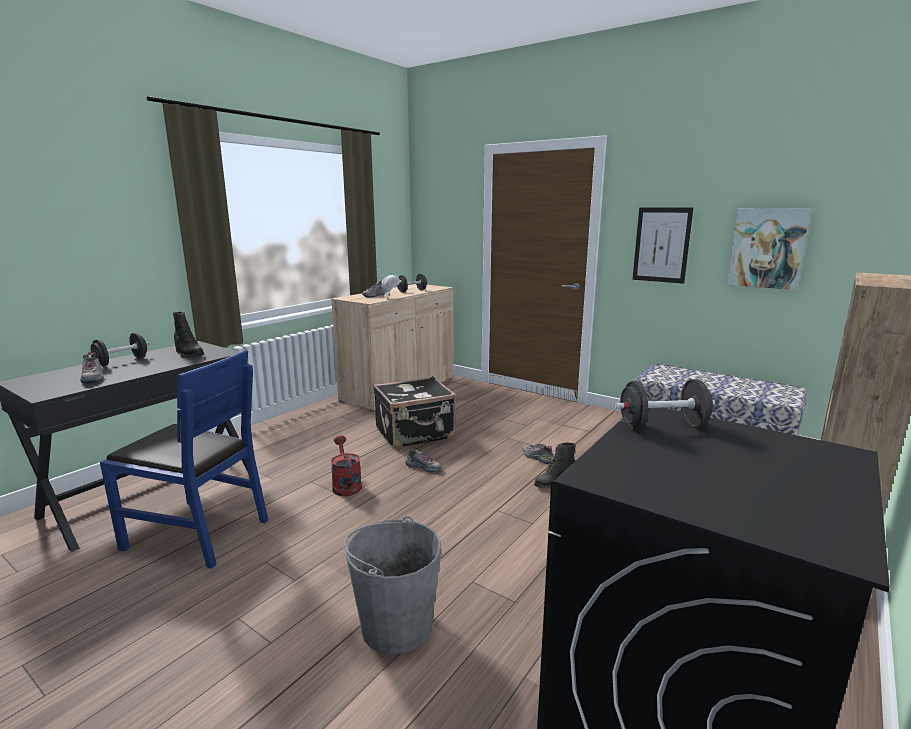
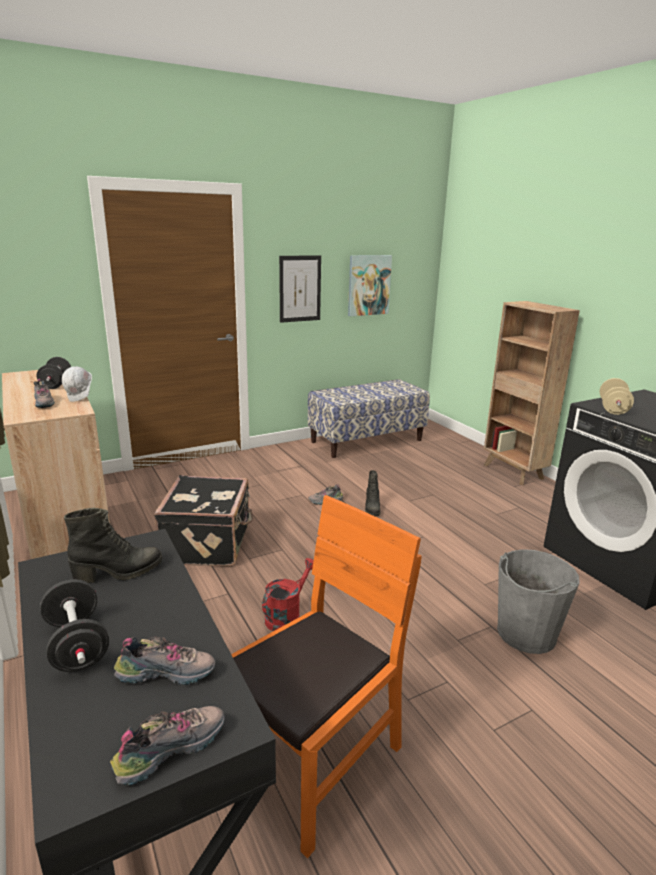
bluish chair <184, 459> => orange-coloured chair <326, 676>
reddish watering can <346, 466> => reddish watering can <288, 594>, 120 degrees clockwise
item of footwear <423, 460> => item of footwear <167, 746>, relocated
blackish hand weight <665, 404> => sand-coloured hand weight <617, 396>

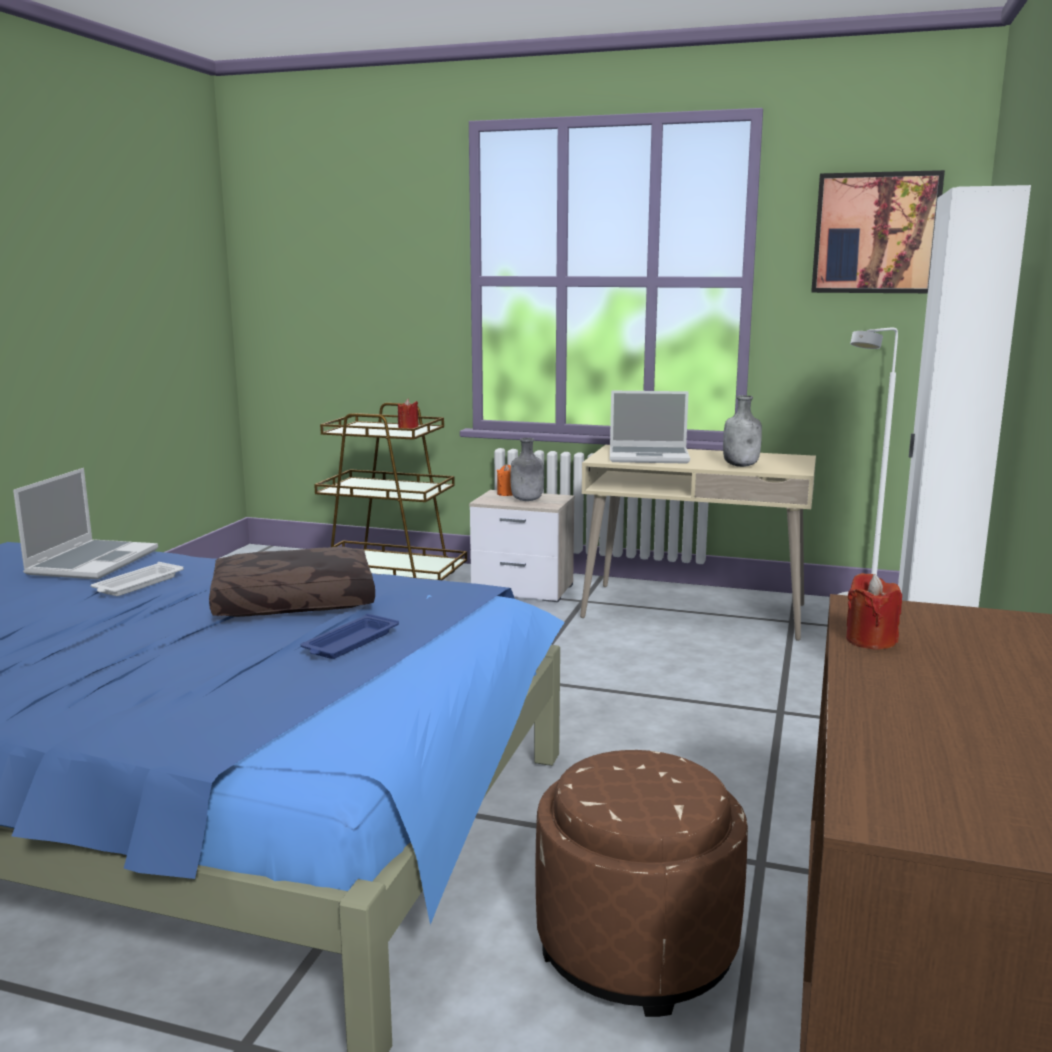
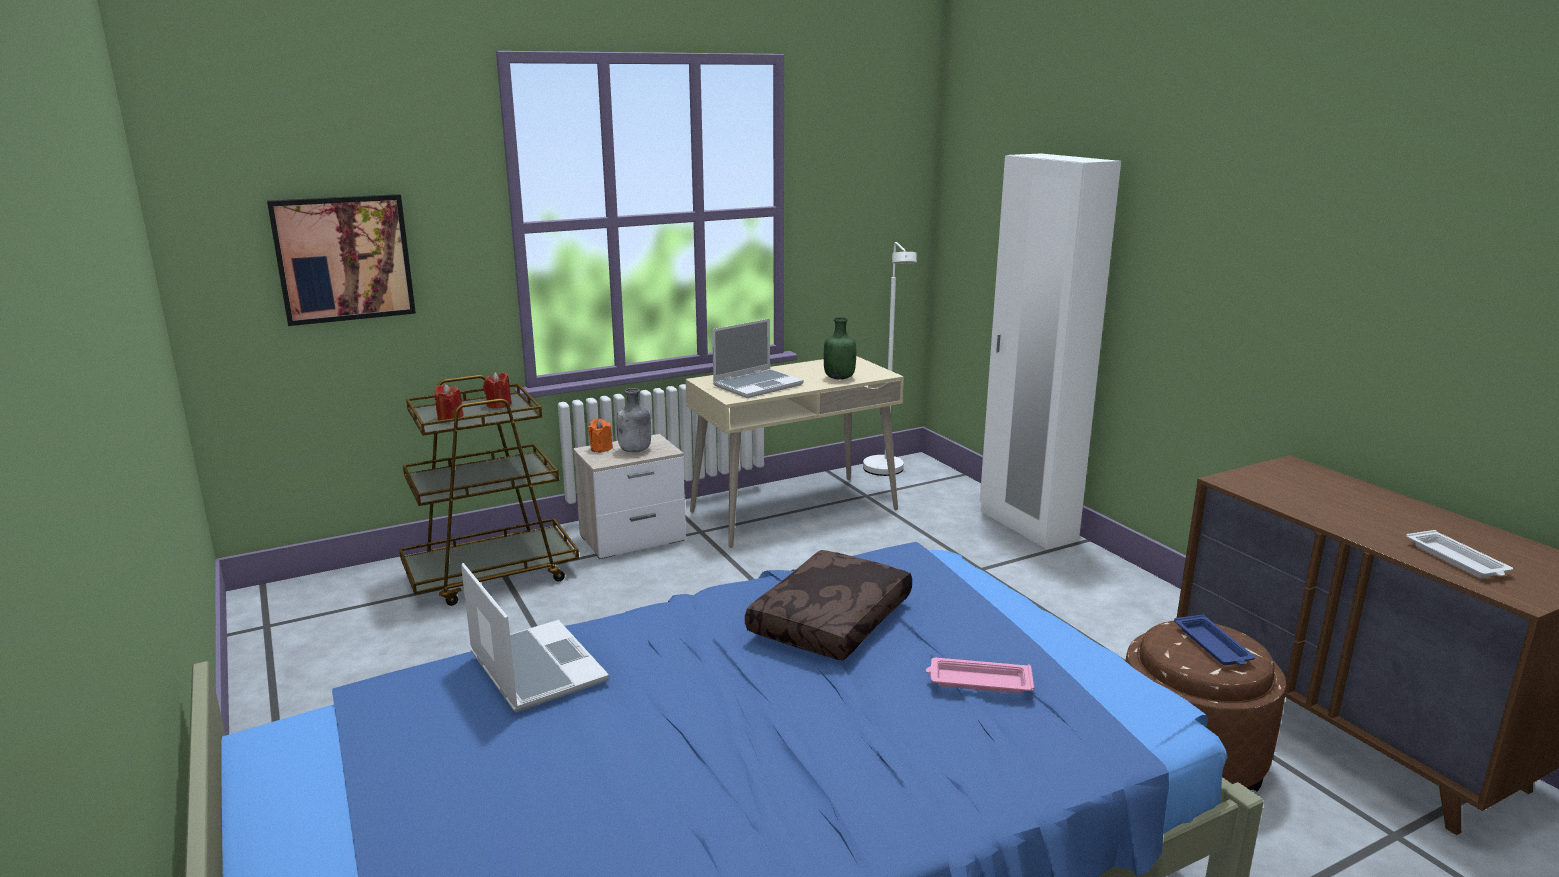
whitish carrying tray <137, 579> => whitish carrying tray <1459, 554>, relocated
bluish carrying tray <350, 636> => bluish carrying tray <1214, 640>, relocated
gray beverage bottle <742, 431> => green-coloured beverage bottle <840, 348>
wall art <878, 231> => wall art <341, 260>, relocated
reddish wax light <874, 611> => reddish wax light <449, 402>, relocated
nothing => pinkish carrying tray <980, 675>

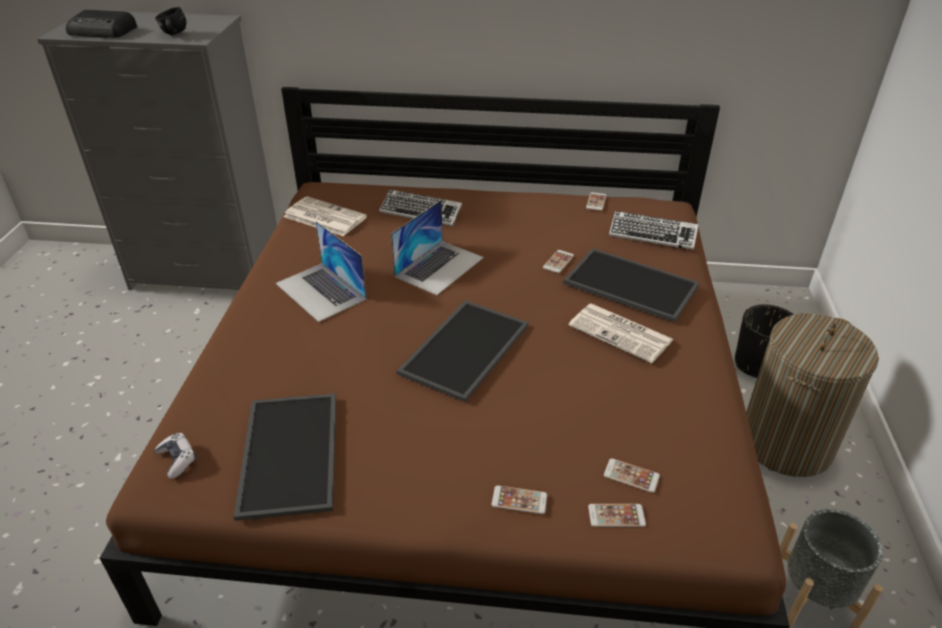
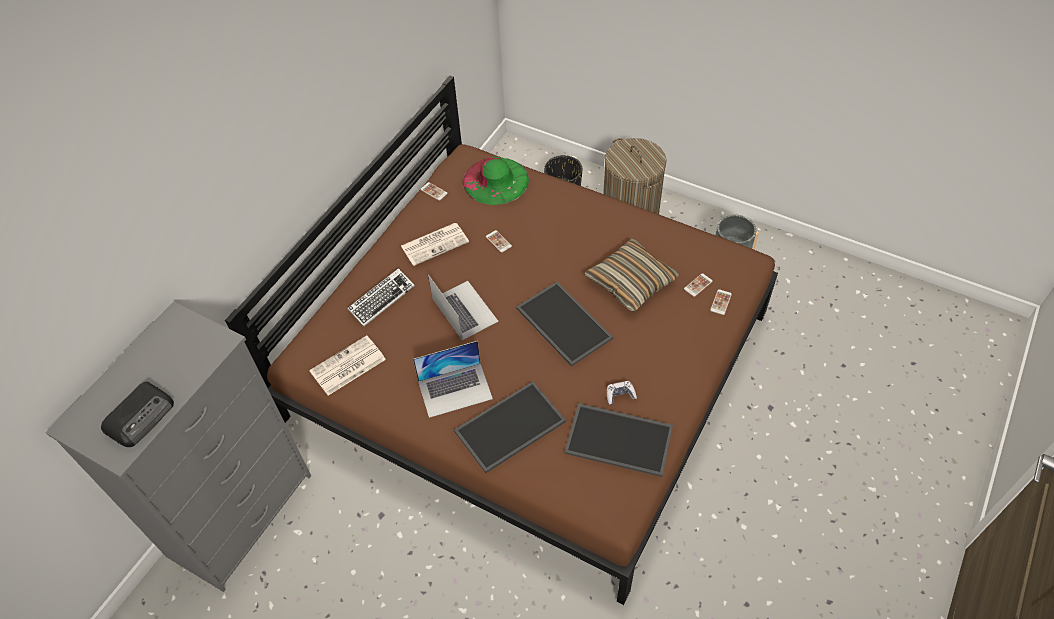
blackish mug <170, 21> => nothing
game controller <175, 456> => game controller <622, 393>, relocated
telephone <519, 499> => nothing
carrying tray <631, 285> => carrying tray <510, 427>, relocated
newspaper <621, 333> => newspaper <435, 244>, relocated
computer keyboard <653, 230> => green-coloured clothing hat <496, 181>
nothing => throw pillow <632, 275>

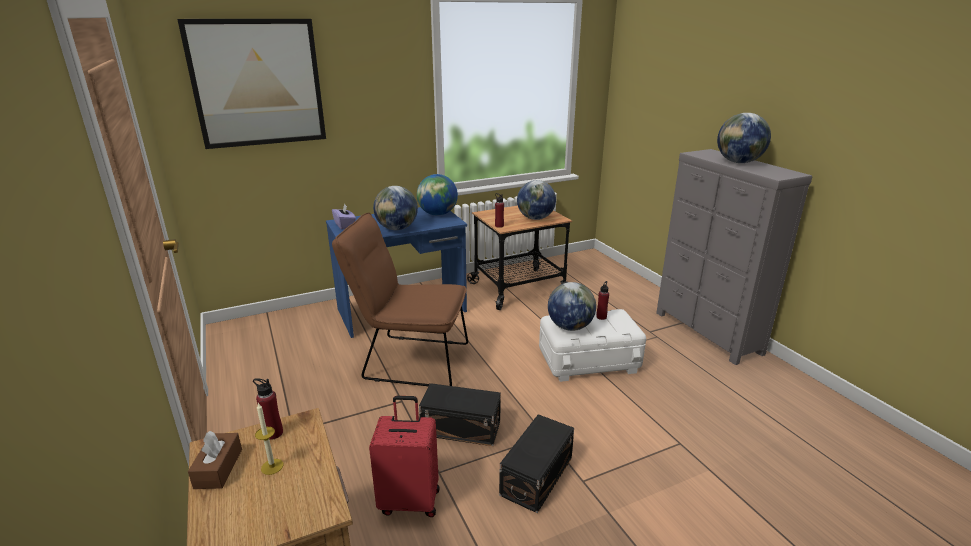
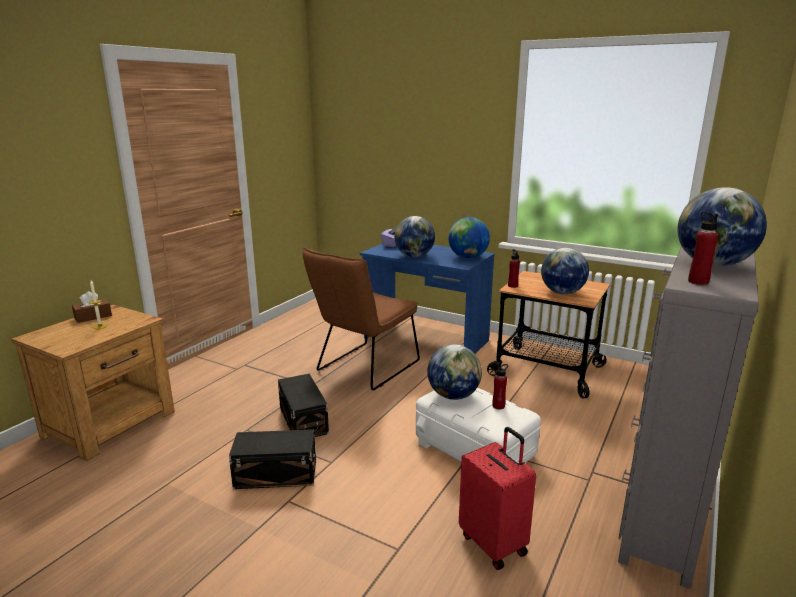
wall art <251, 84> => nothing
reddish beverage bottle <268, 409> => reddish beverage bottle <703, 248>, relocated
brownish chair <400, 299> => brownish chair <361, 318>, 120 degrees counterclockwise
reddish suitcase <404, 456> => reddish suitcase <497, 498>, relocated

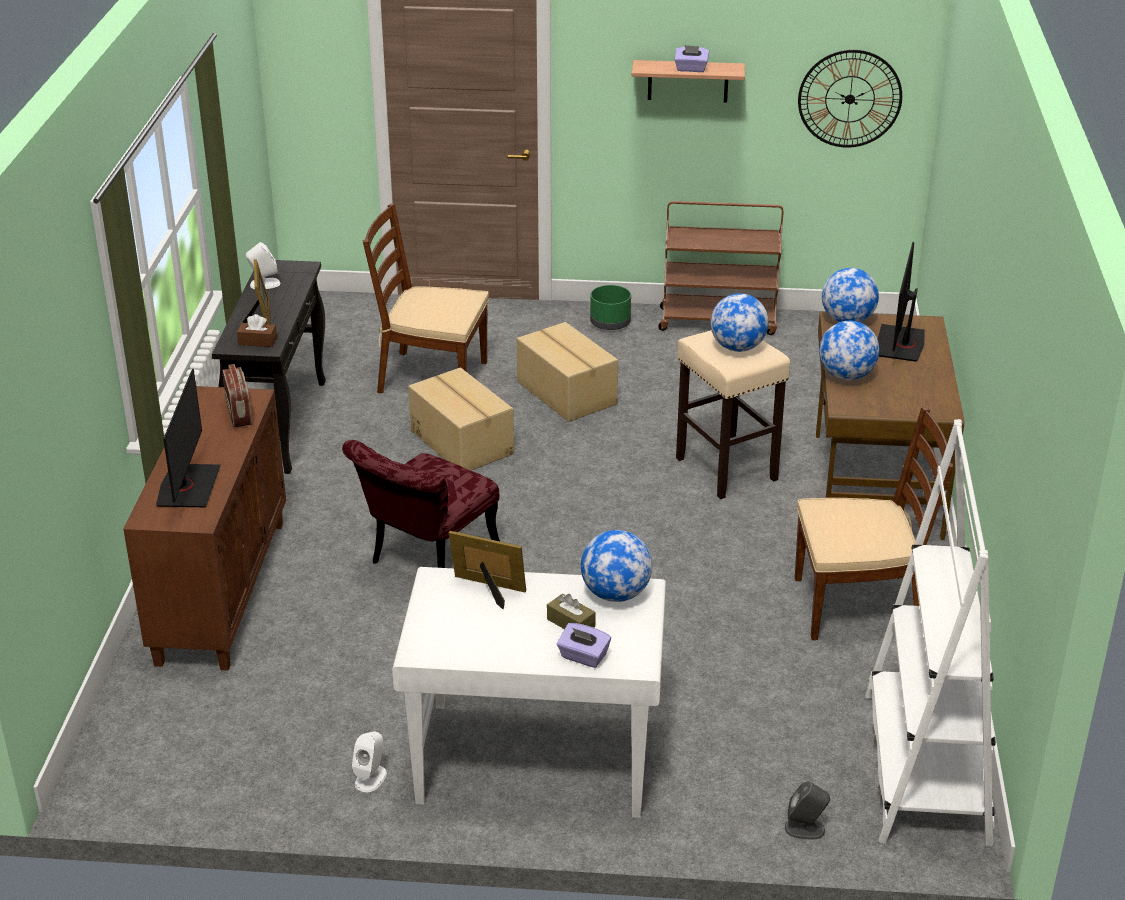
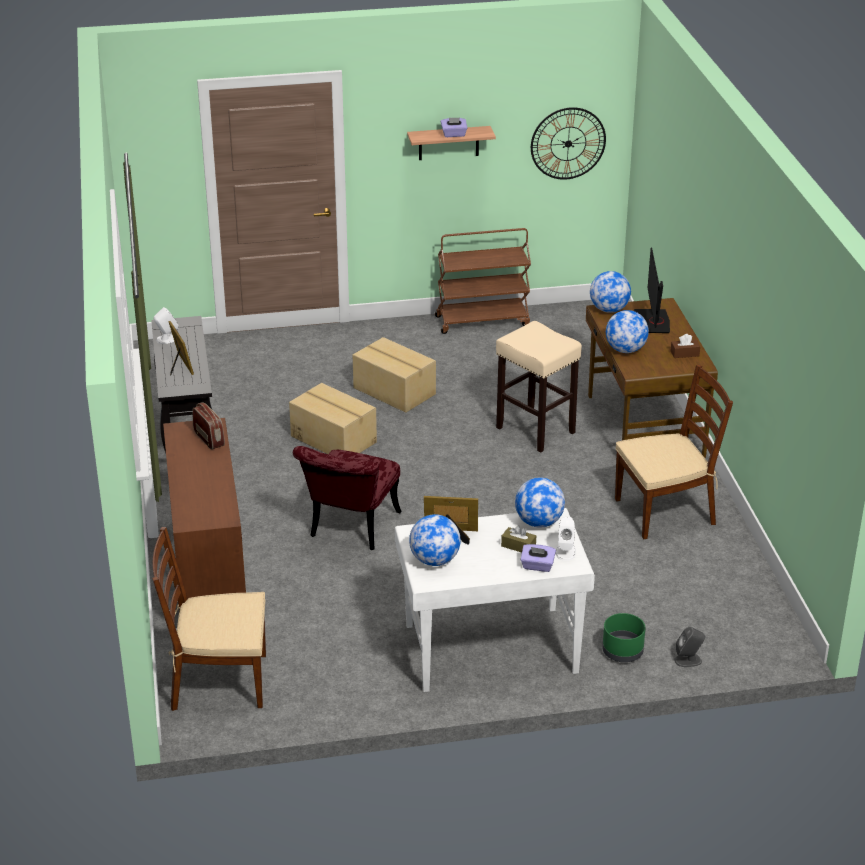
computer display <188, 438> => nothing
brownish tissue holder <257, 330> => brownish tissue holder <685, 346>, relocated
whitish speaker <369, 761> => whitish speaker <566, 538>, relocated
brownish chair <426, 298> => brownish chair <209, 619>, relocated
green-coloured planter <610, 307> => green-coloured planter <624, 637>, relocated
globe <740, 322> => globe <435, 540>, relocated
whitish bookshelf <930, 632> => nothing

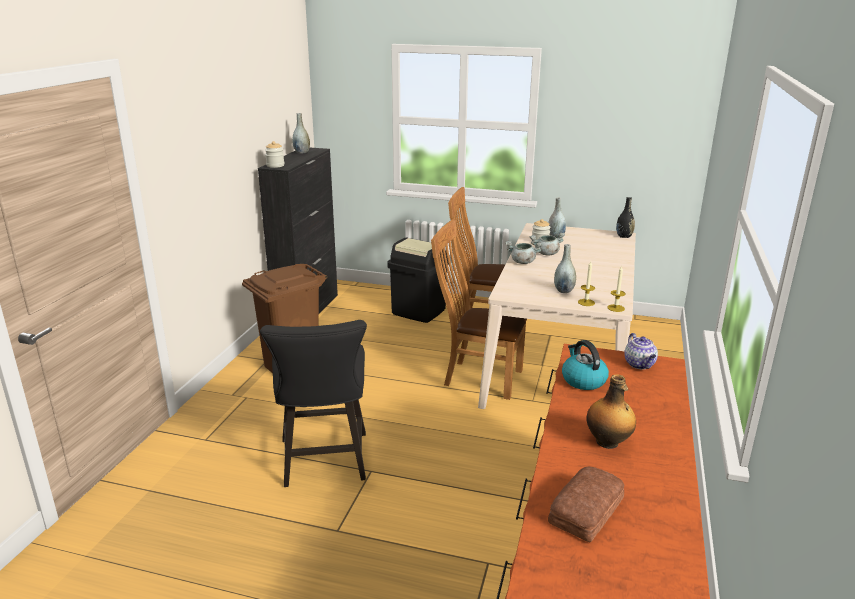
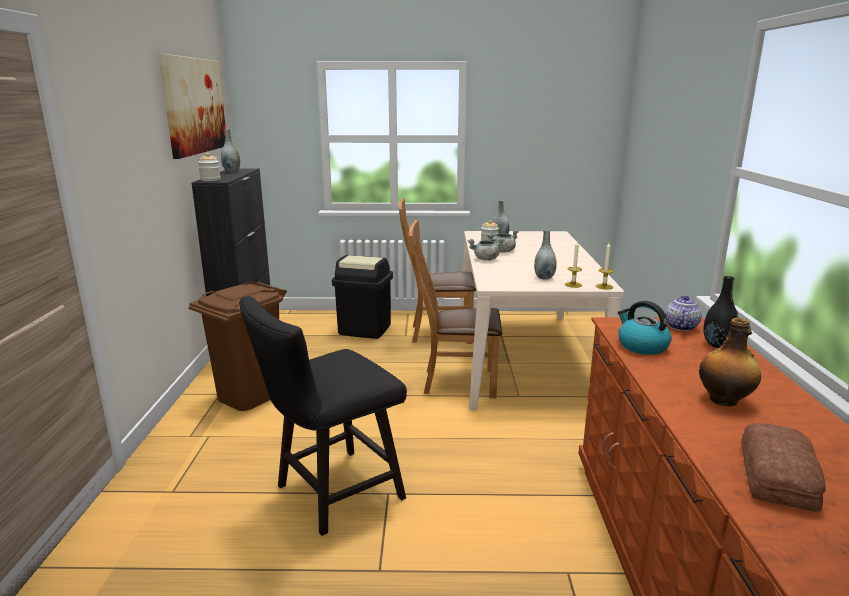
blackish chair <313, 403> => blackish chair <323, 416>, 75 degrees clockwise
blackish decorative vase <625, 217> => blackish decorative vase <721, 312>, relocated
teapot <641, 351> => teapot <683, 313>, 135 degrees counterclockwise
nothing => wall art <192, 106>

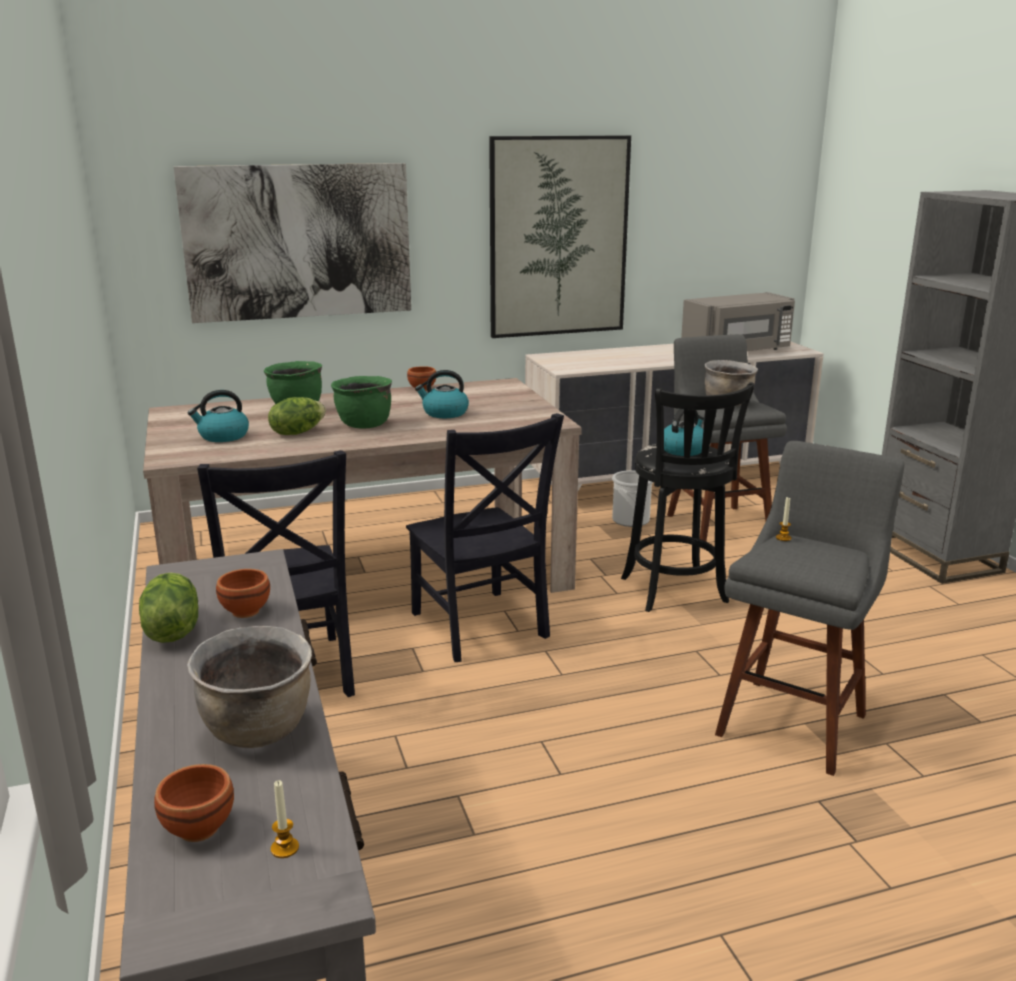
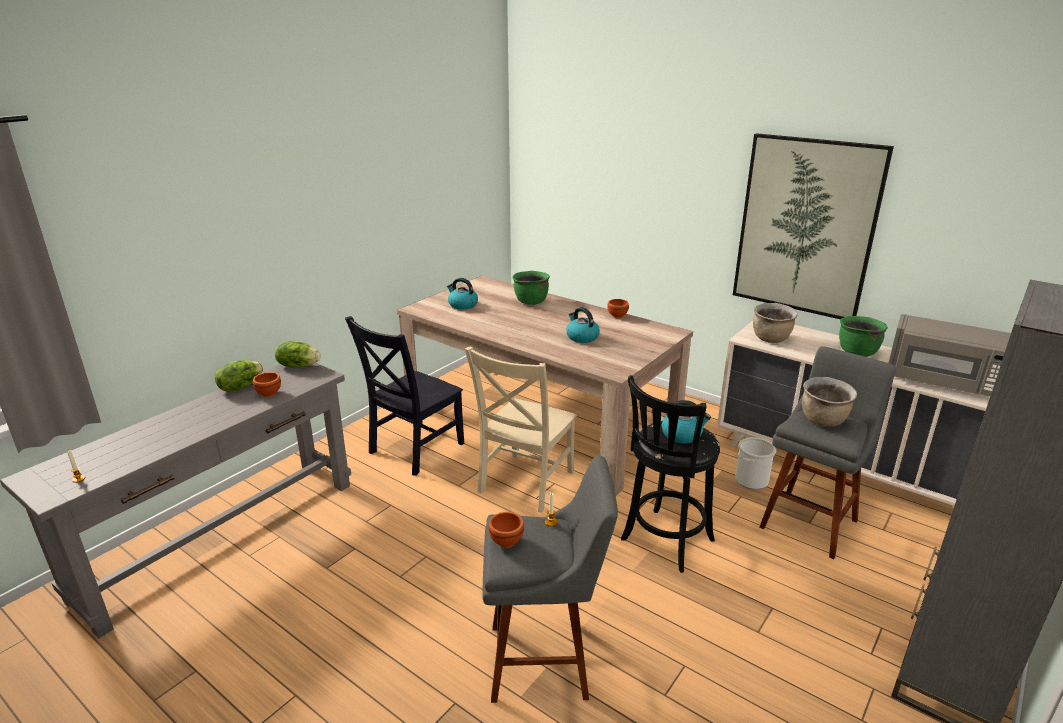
brownish deep dish <194, 803> => brownish deep dish <506, 530>, relocated
wall art <292, 243> => nothing
brownish stockpot <249, 687> => brownish stockpot <775, 323>, relocated
head of lettuce <297, 416> => head of lettuce <298, 354>, relocated
green-coloured stockpot <361, 402> => green-coloured stockpot <863, 336>, relocated
blackish chair <485, 537> => sand-coloured chair <521, 429>

